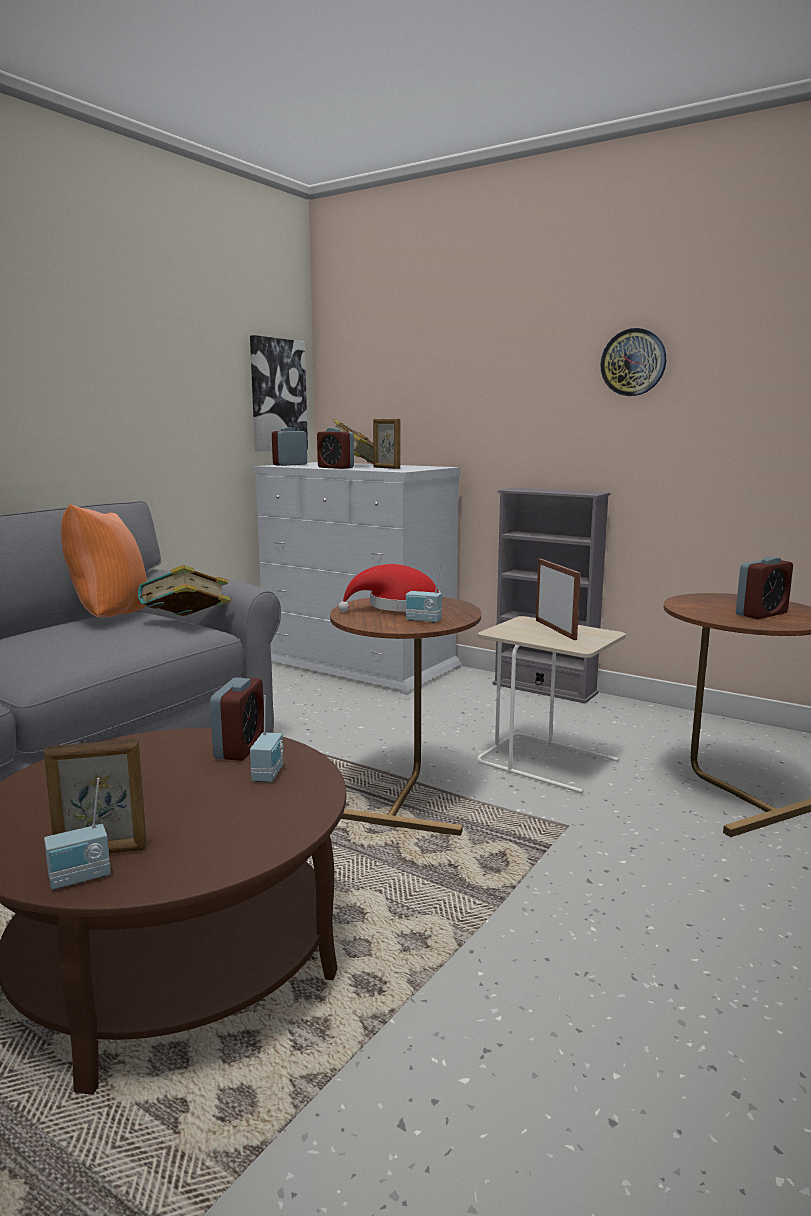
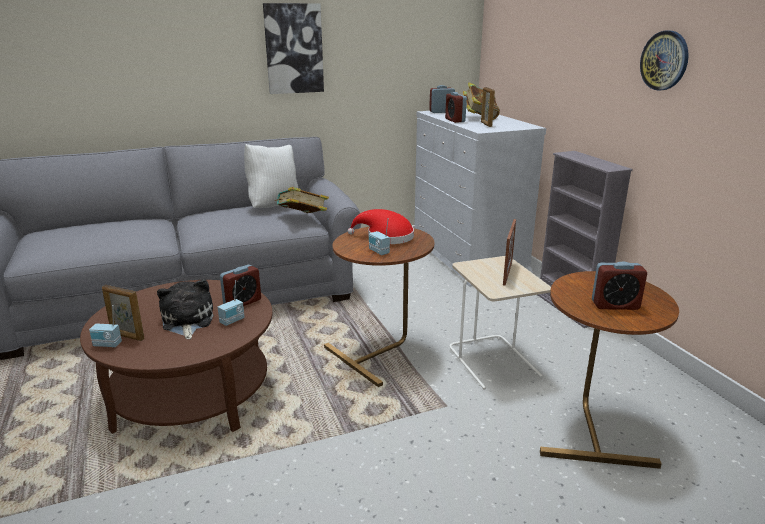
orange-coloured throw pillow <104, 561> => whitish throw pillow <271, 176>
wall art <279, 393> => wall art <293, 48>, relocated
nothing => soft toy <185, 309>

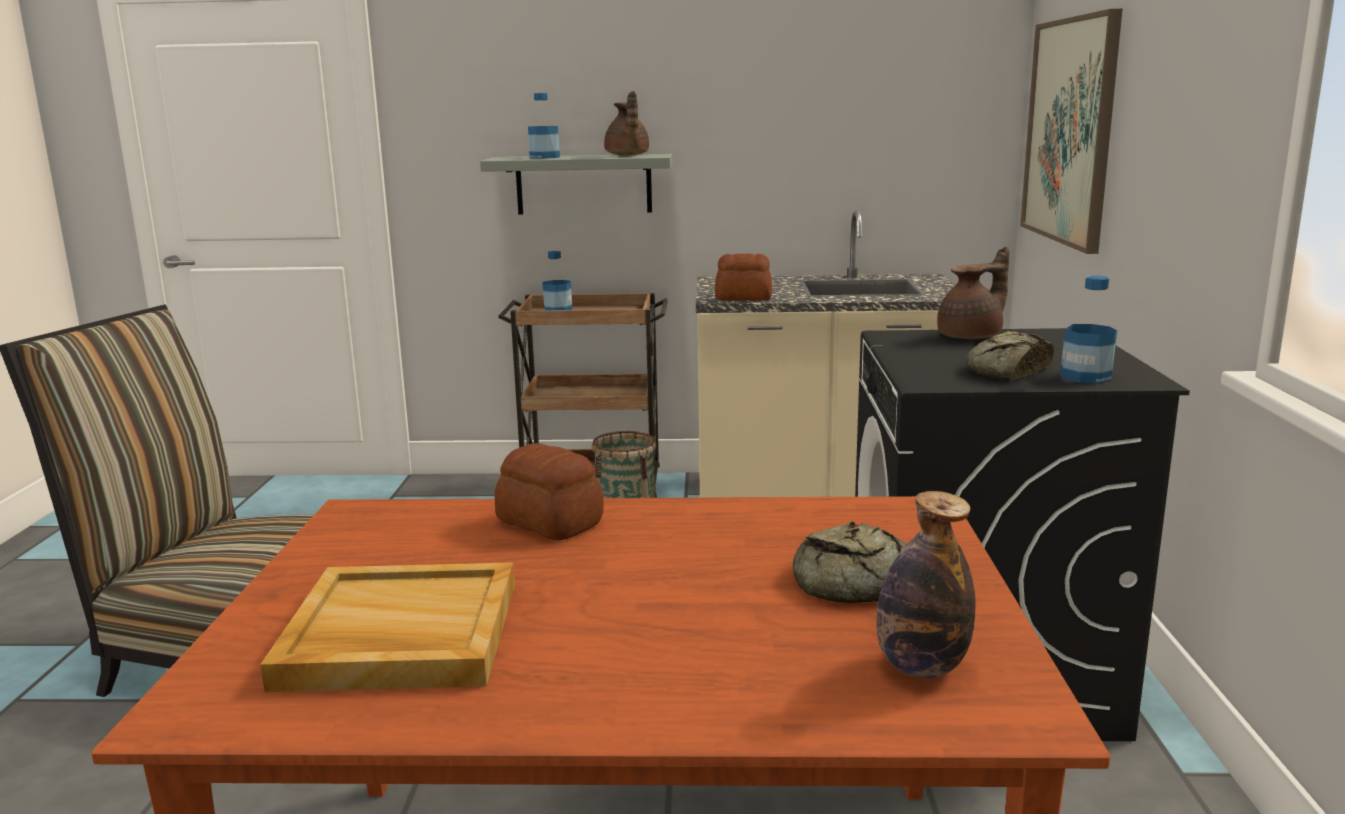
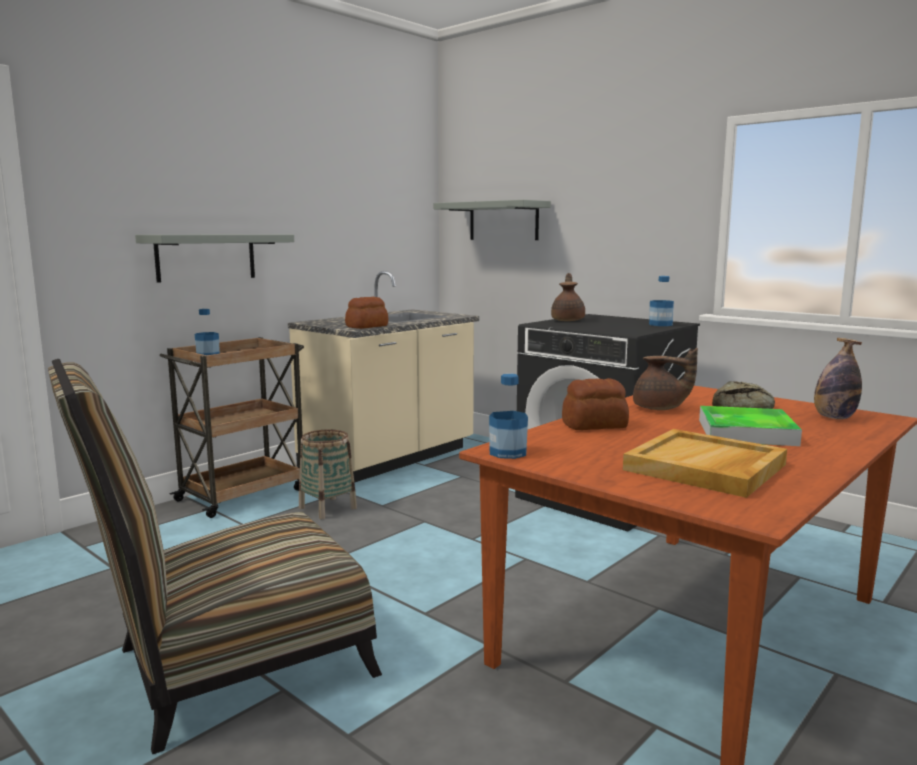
beverage bottle <544, 126> => beverage bottle <508, 416>, relocated
brownish teapot <626, 123> => brownish teapot <665, 379>, relocated
bread <1010, 355> => nothing
wall art <1071, 131> => gray shelf <492, 220>
nothing => carrying tray <750, 426>

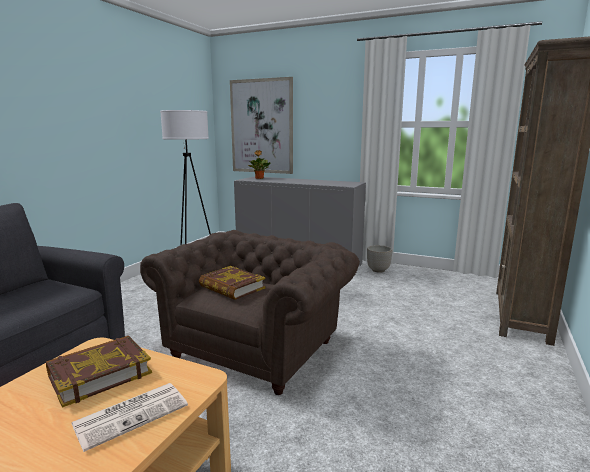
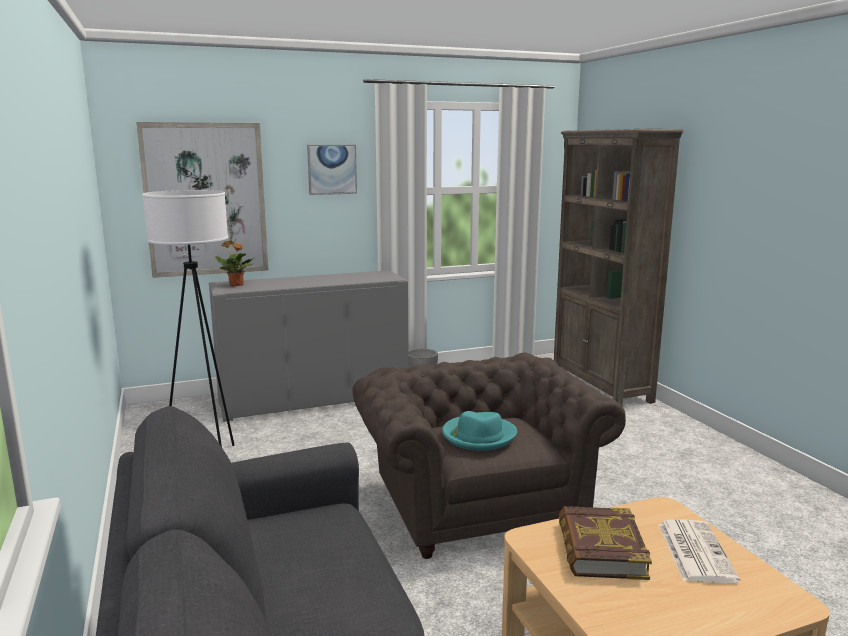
book <232, 283> => blue-green clothing hat <479, 431>
nothing => wall art <332, 170>

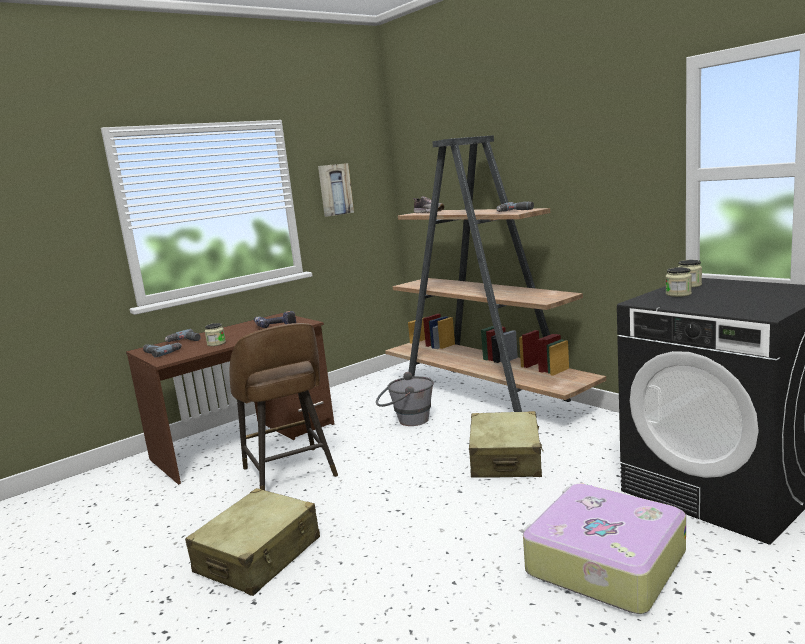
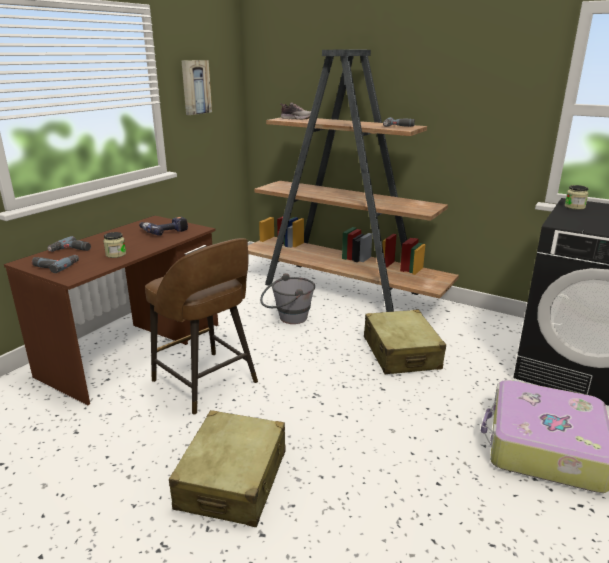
storage jar <679, 282> => nothing

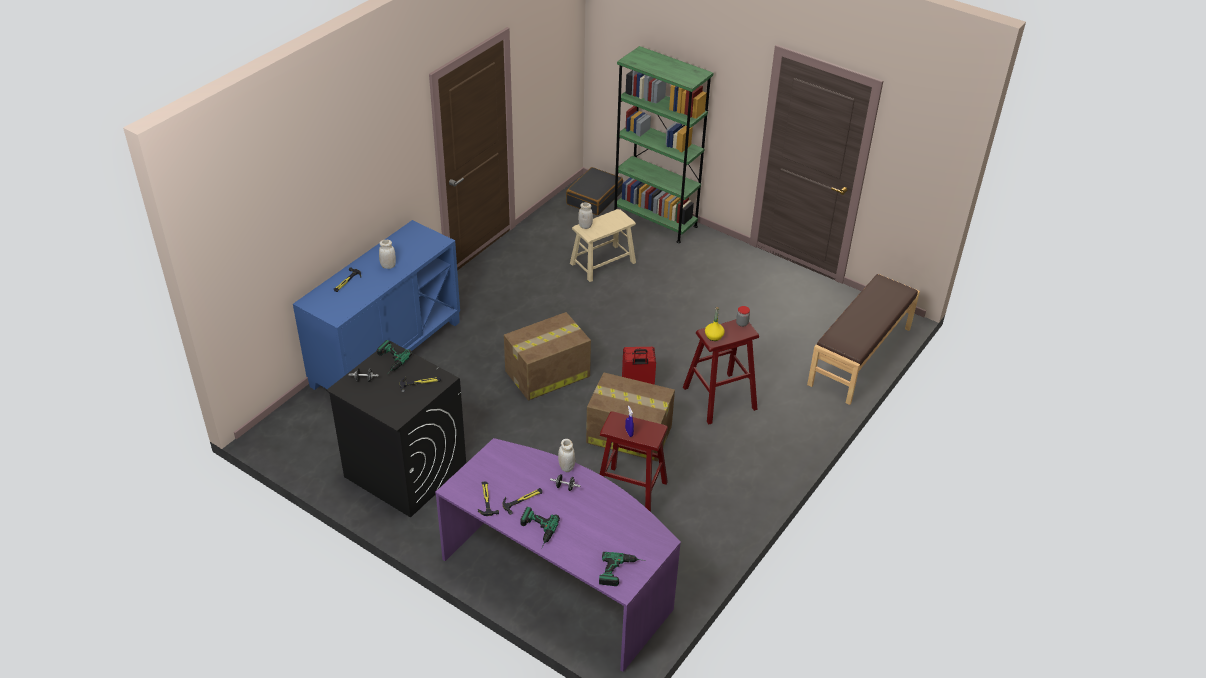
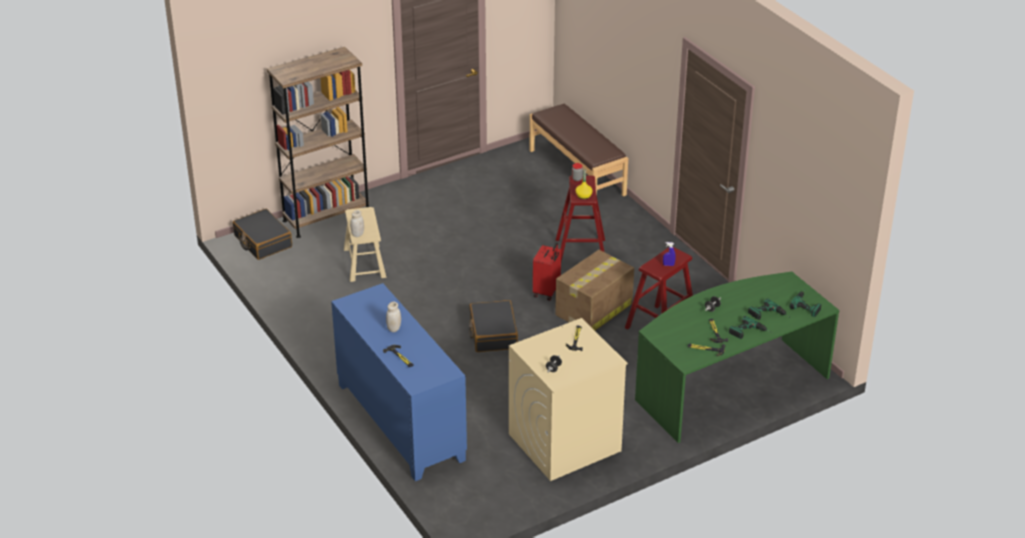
blackish laundry appliance <396, 429> => sand-coloured laundry appliance <568, 399>
drill <394, 355> => drill <768, 309>, relocated
purplish desk <558, 555> => green-coloured desk <737, 357>
carton <547, 356> => blackish suitcase <493, 326>
whitish storage jar <566, 455> => nothing
green-coloured bookshelf <664, 144> => brownish bookshelf <318, 142>

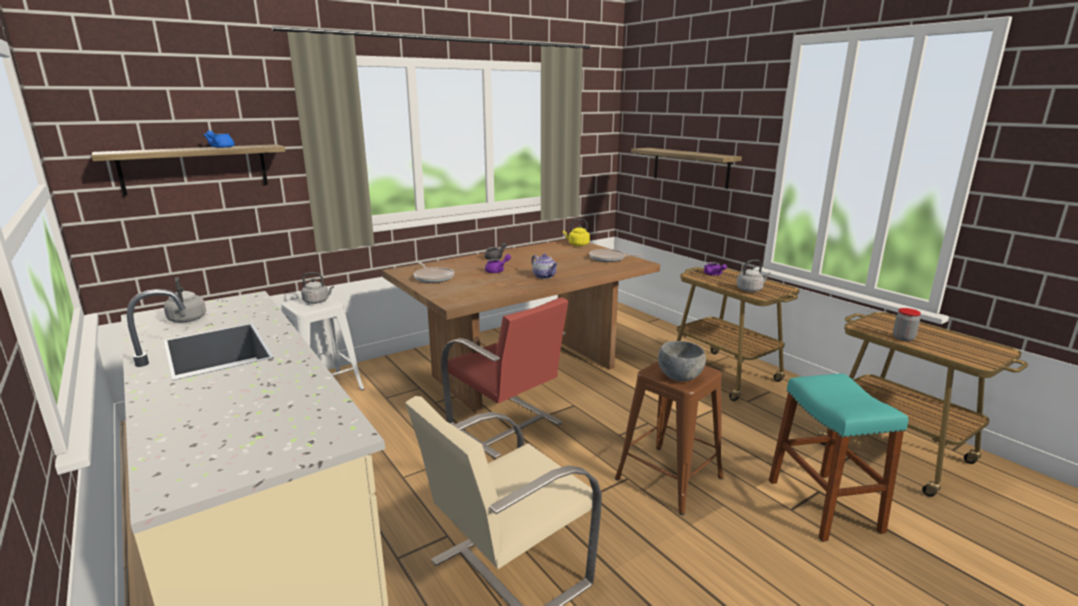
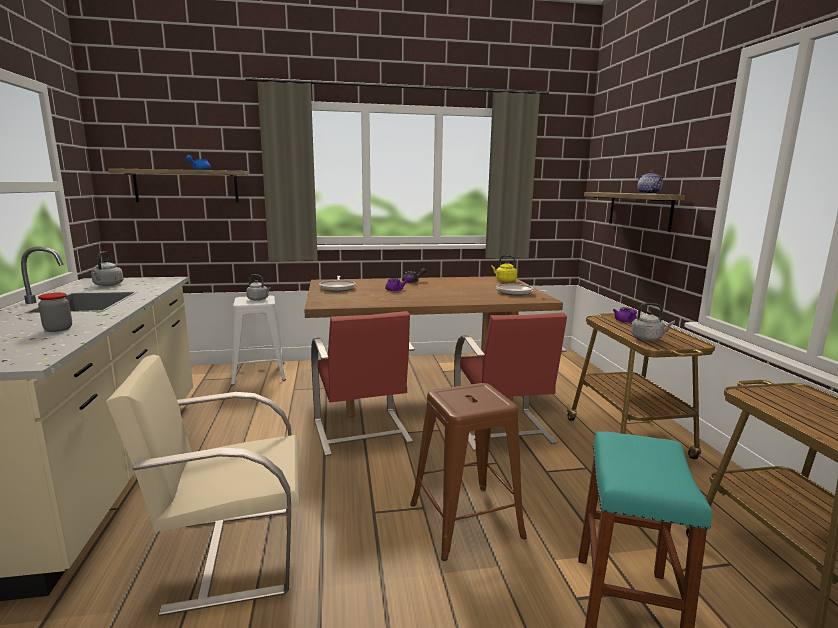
teapot <545, 266> => teapot <651, 182>, relocated
gray deep dish <682, 361> => nothing
storage jar <907, 324> => storage jar <55, 312>, relocated
nothing => reddish chair <510, 381>

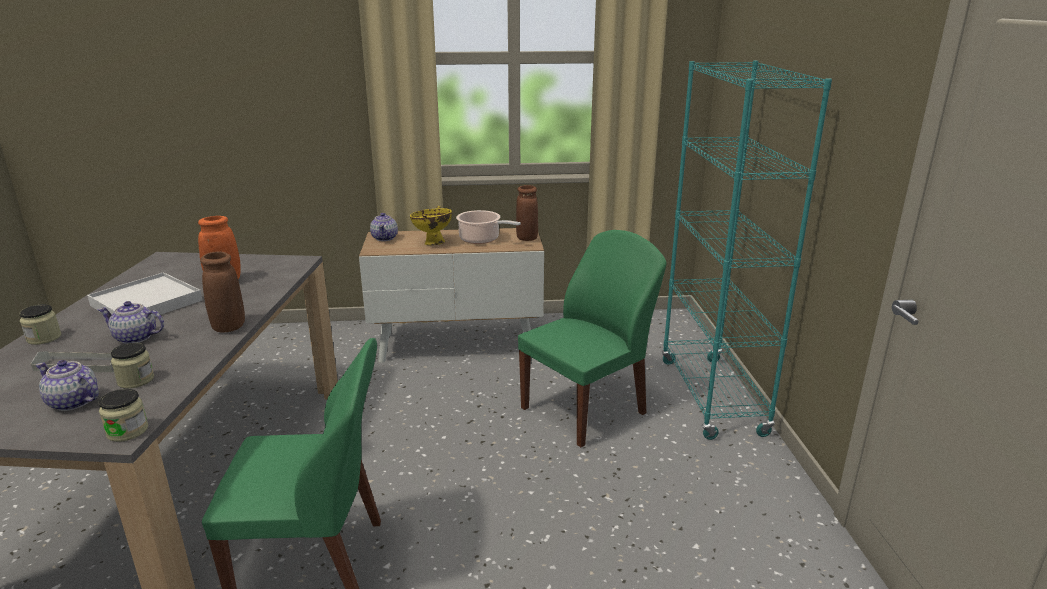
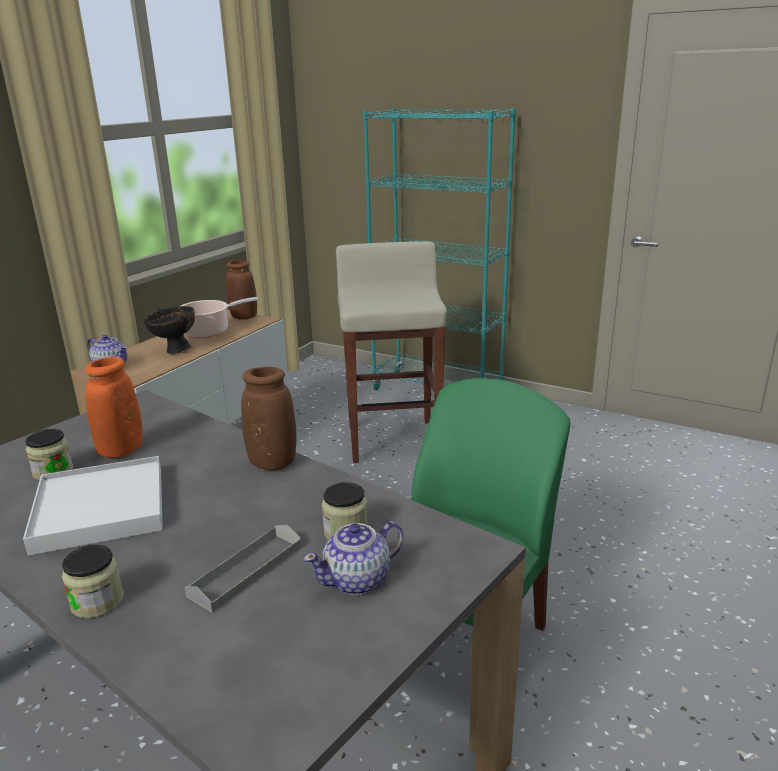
teapot <131, 322> => nothing
storage jar <123, 415> => storage jar <49, 455>, relocated
yellow-coloured deep dish <431, 225> => blackish deep dish <169, 330>
green-coloured chair <592, 338> => sand-coloured sitting stool <391, 352>

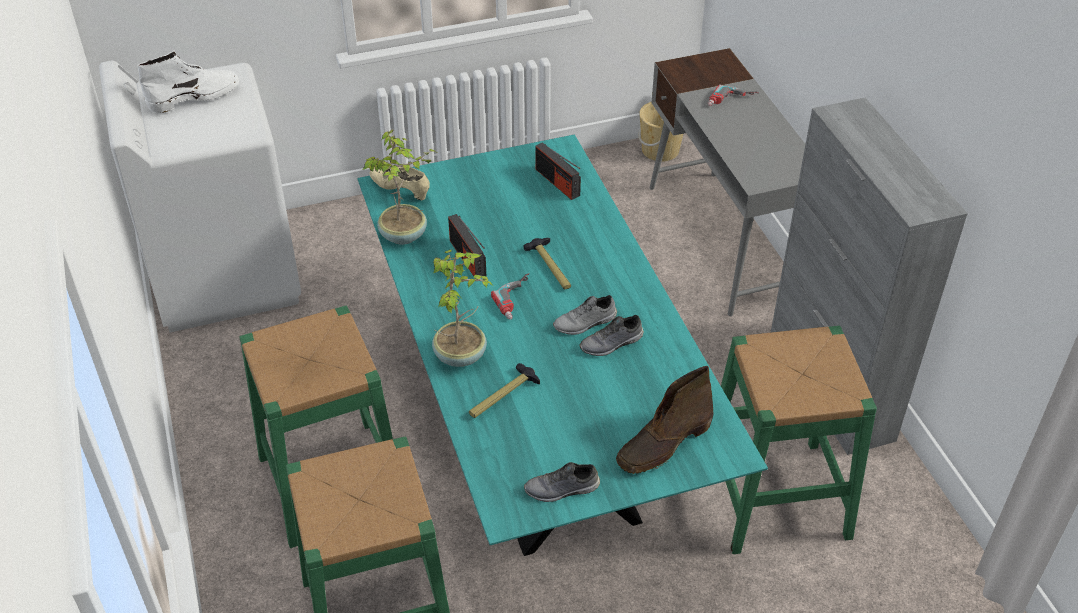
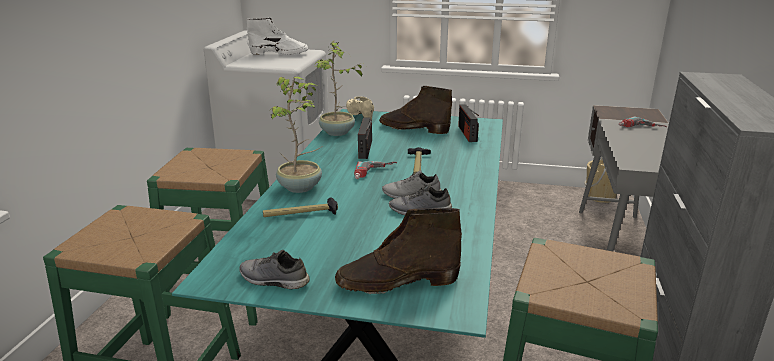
nothing => brownish high-top boot <415, 110>

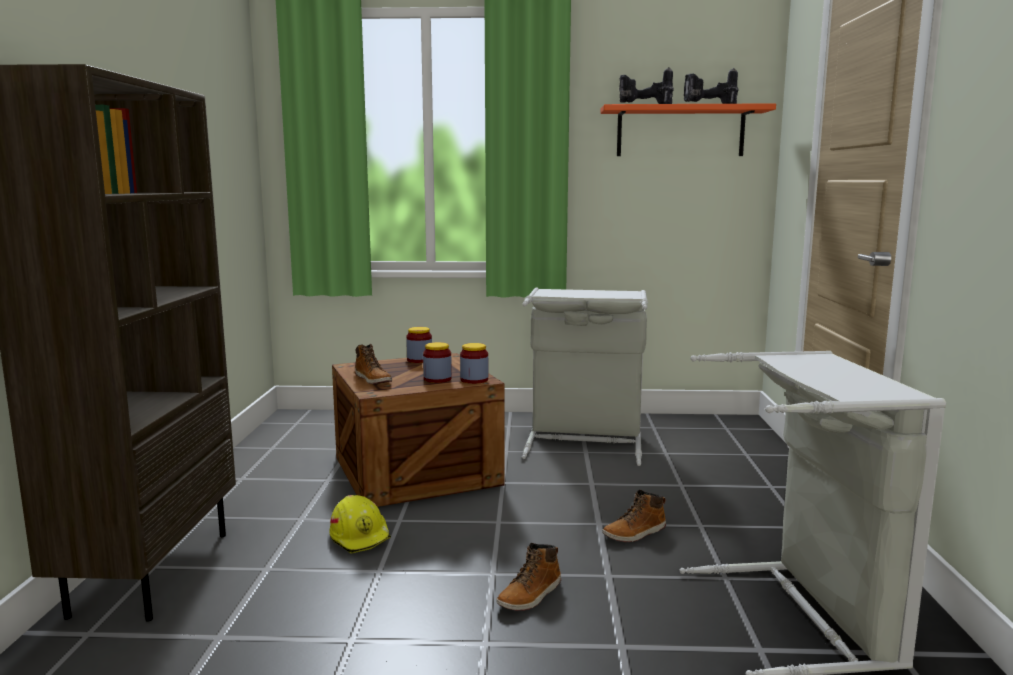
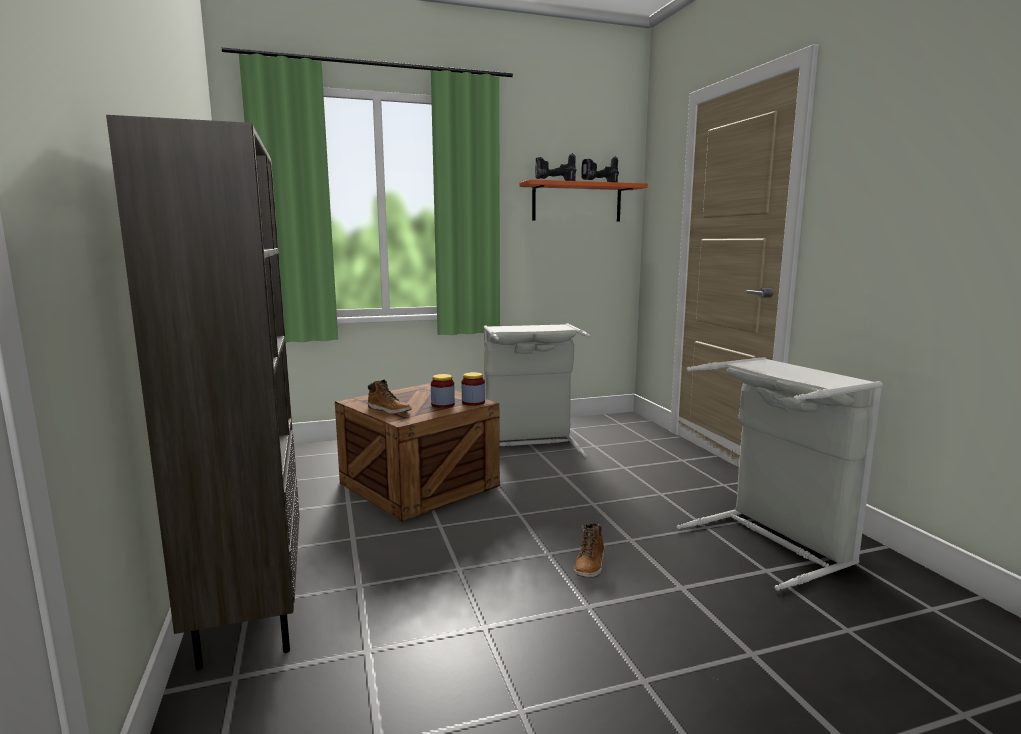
yellow-coloured hard hat <360, 524> => nothing
storage jar <419, 345> => nothing
high-top boot <634, 516> => nothing

